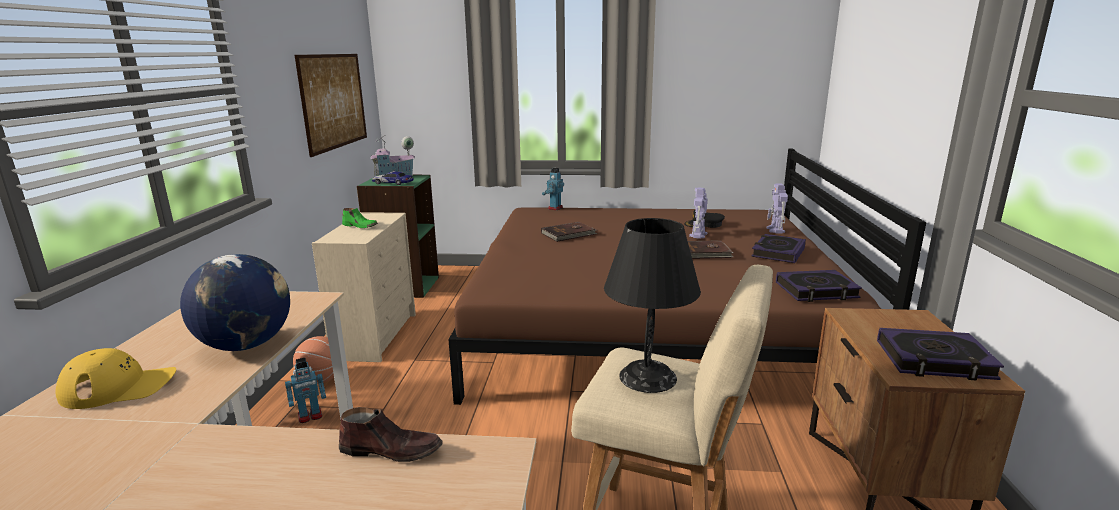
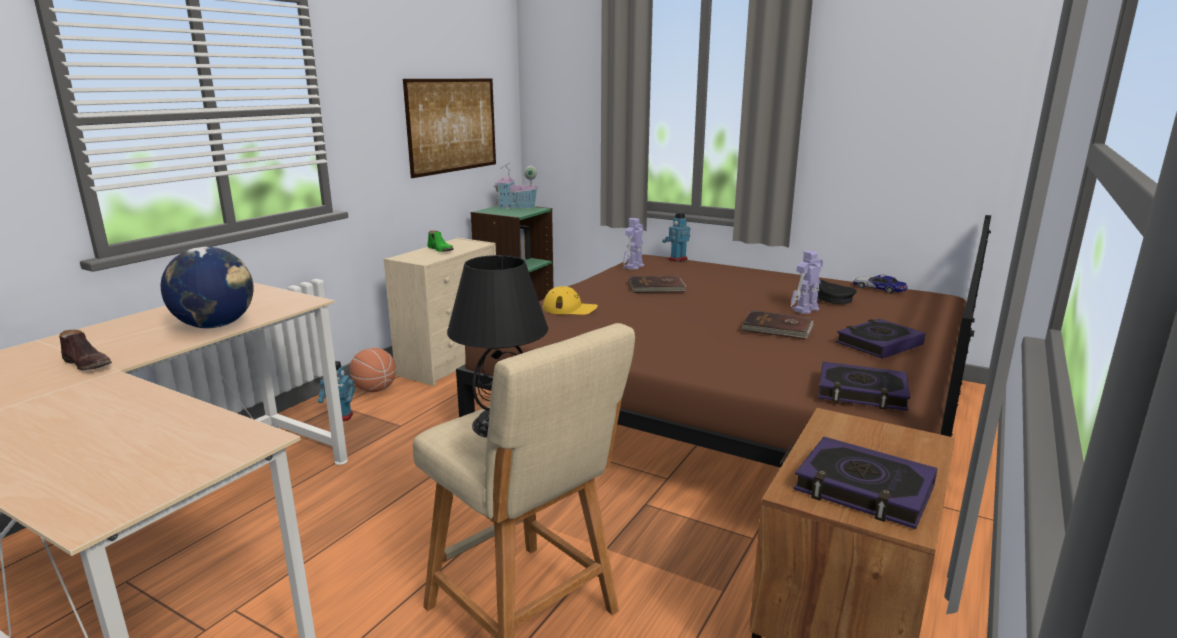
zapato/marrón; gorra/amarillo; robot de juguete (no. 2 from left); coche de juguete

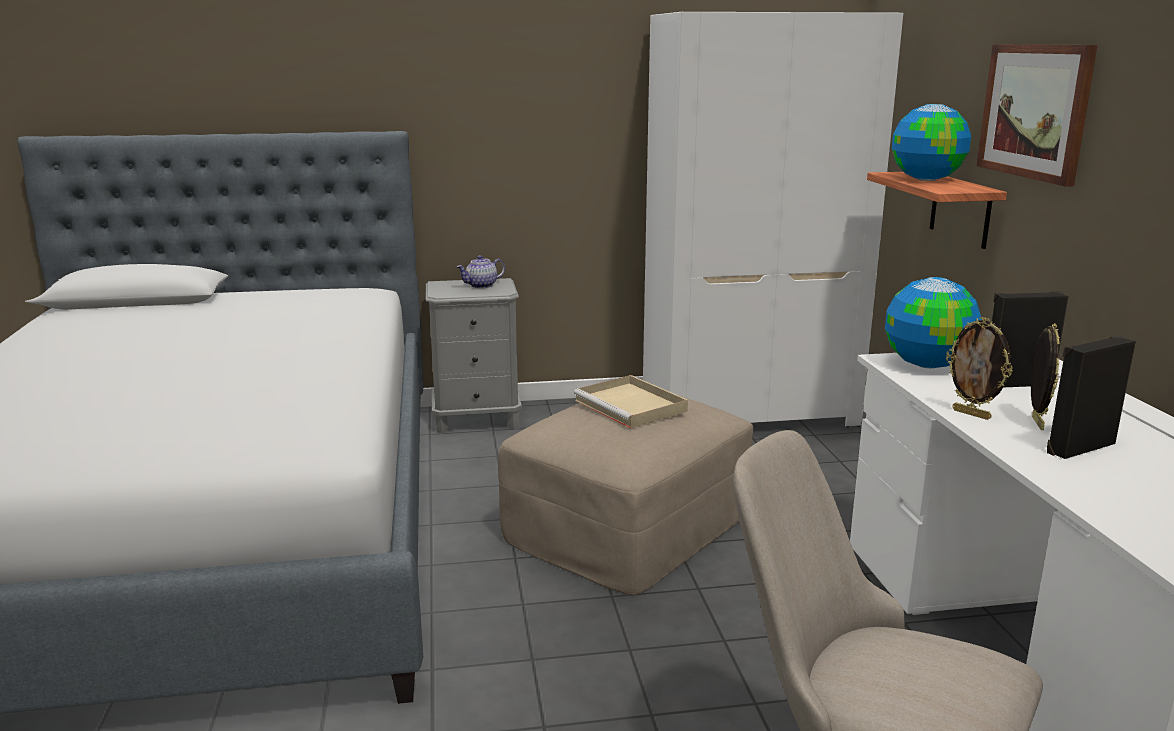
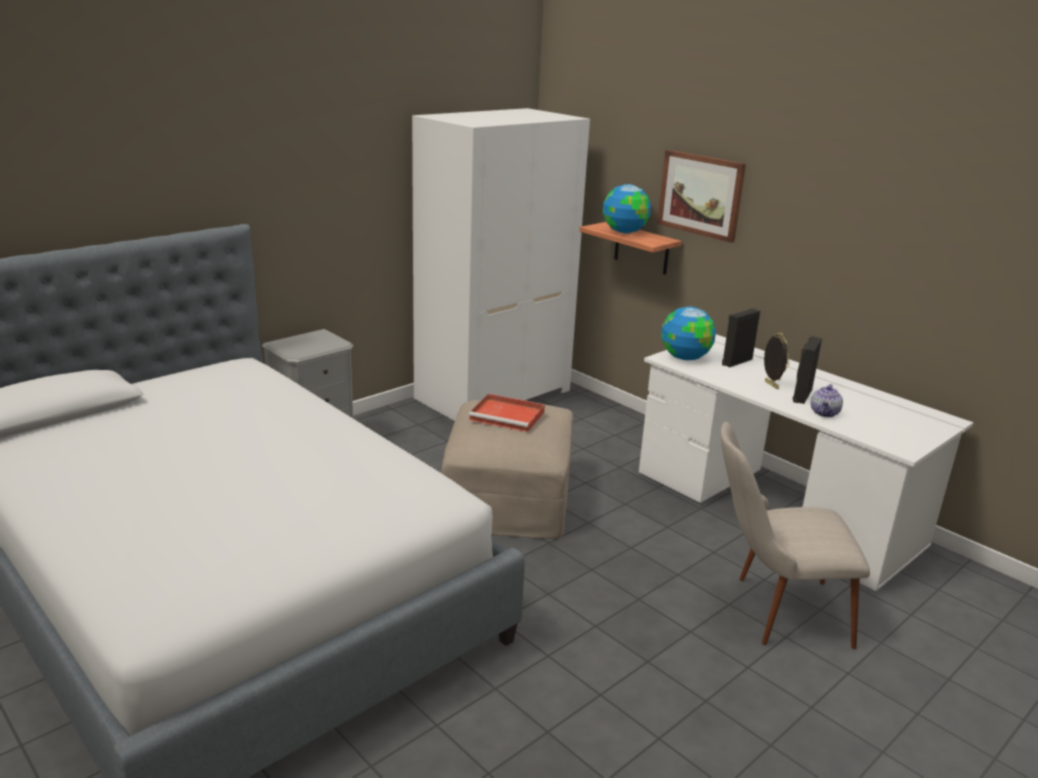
bandeja/rojo; tetera; portarretratos (no. 1 from left in the first image)

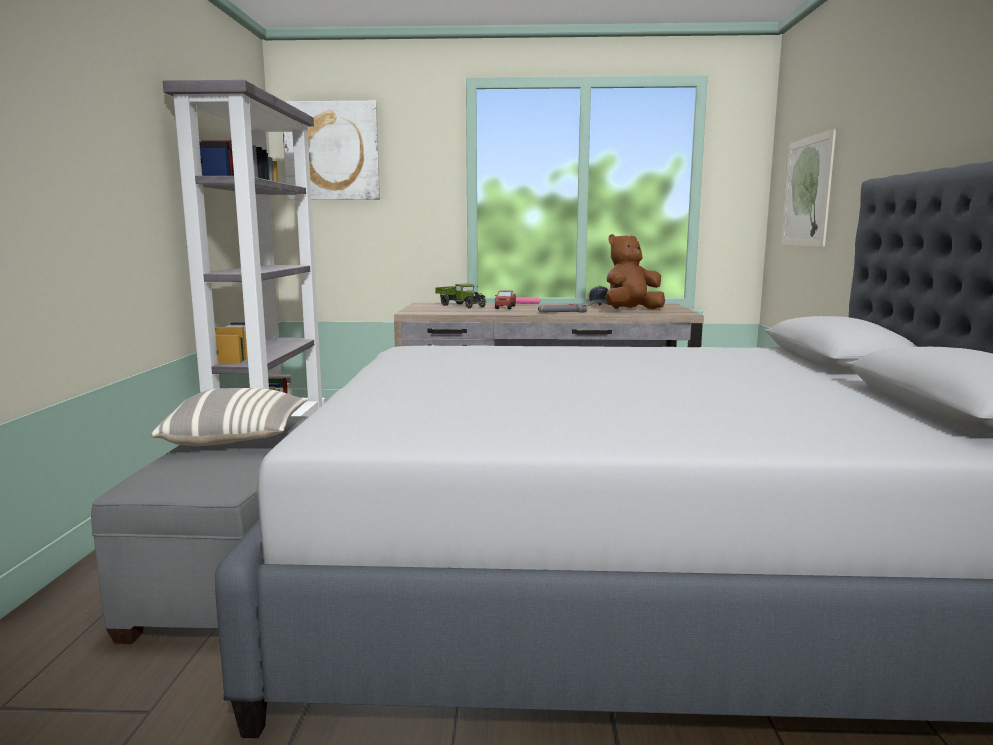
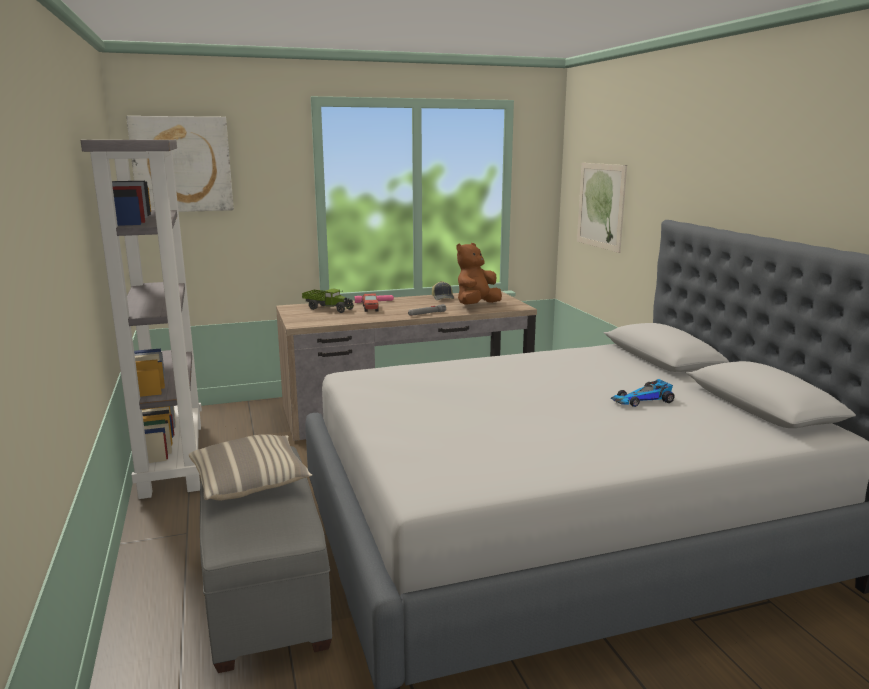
coche de juguete

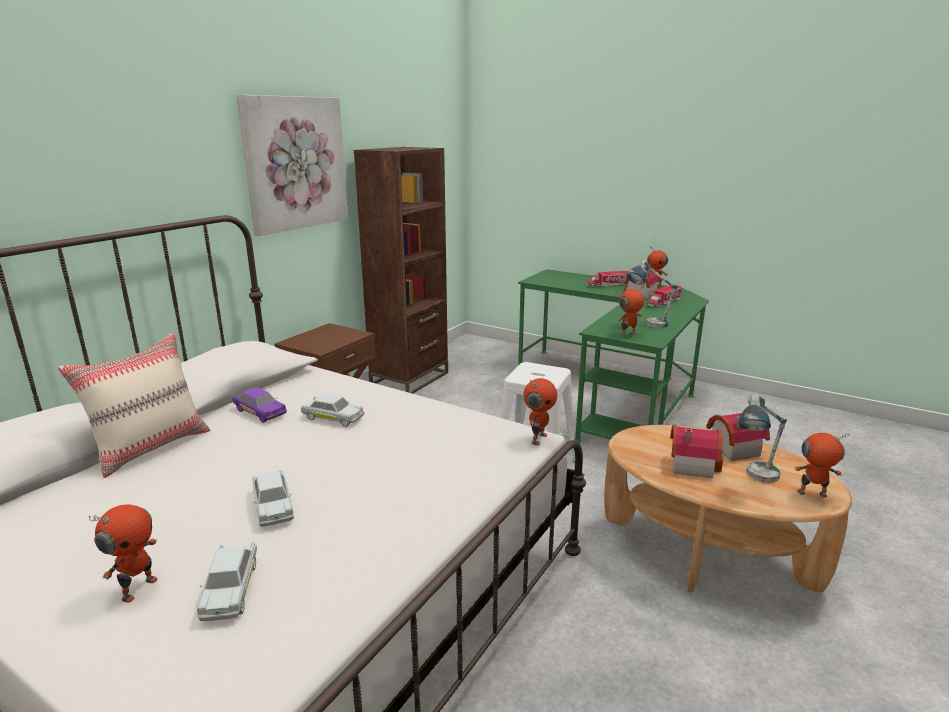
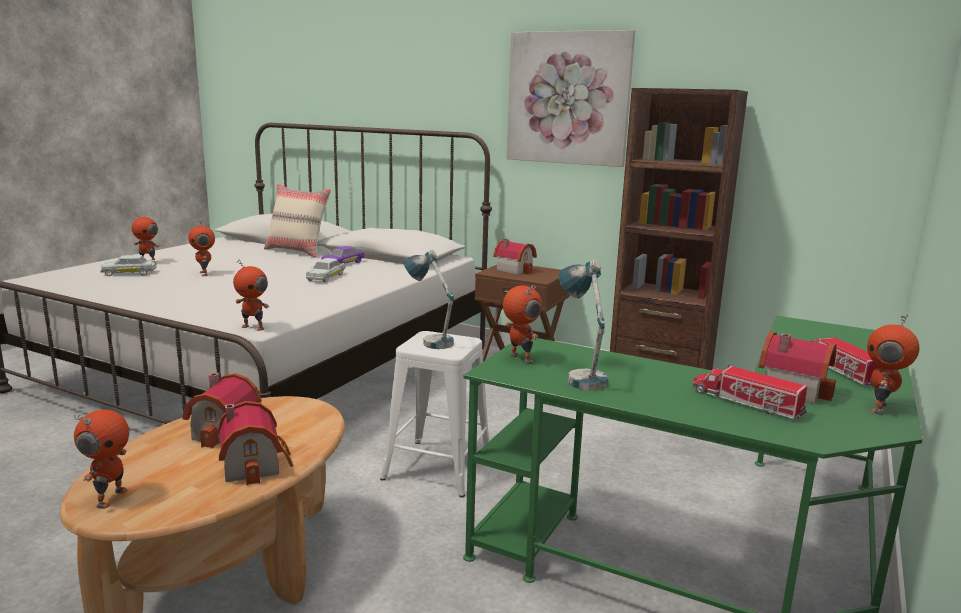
robot de juguete (no. 3 from left); lámpara de mesa (no. 1 from left); casita (no. 3 from left)

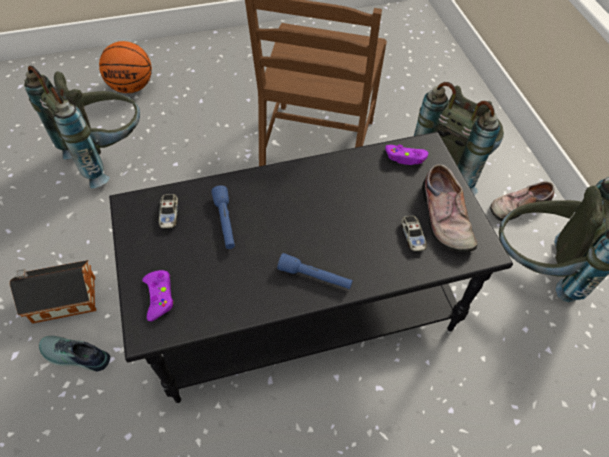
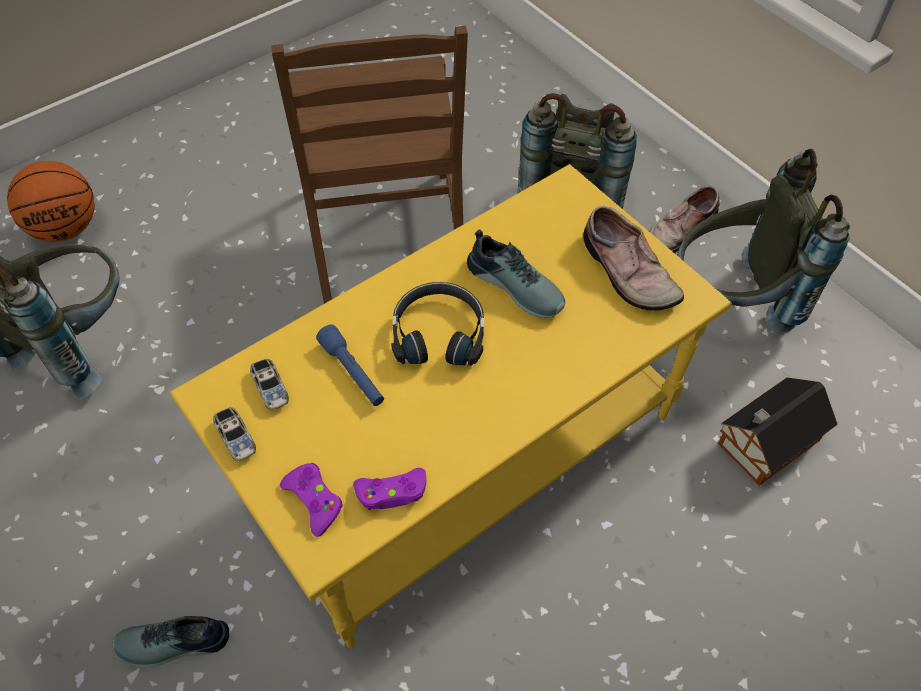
mesa de centro/amarillo; coche de juguete (no. 1 from left); mando de consola/morado (no. 2 from left); auriculares/negro; zapato (no. 2 from left); casita; linterna/azul (no. 2 from left in the first image)

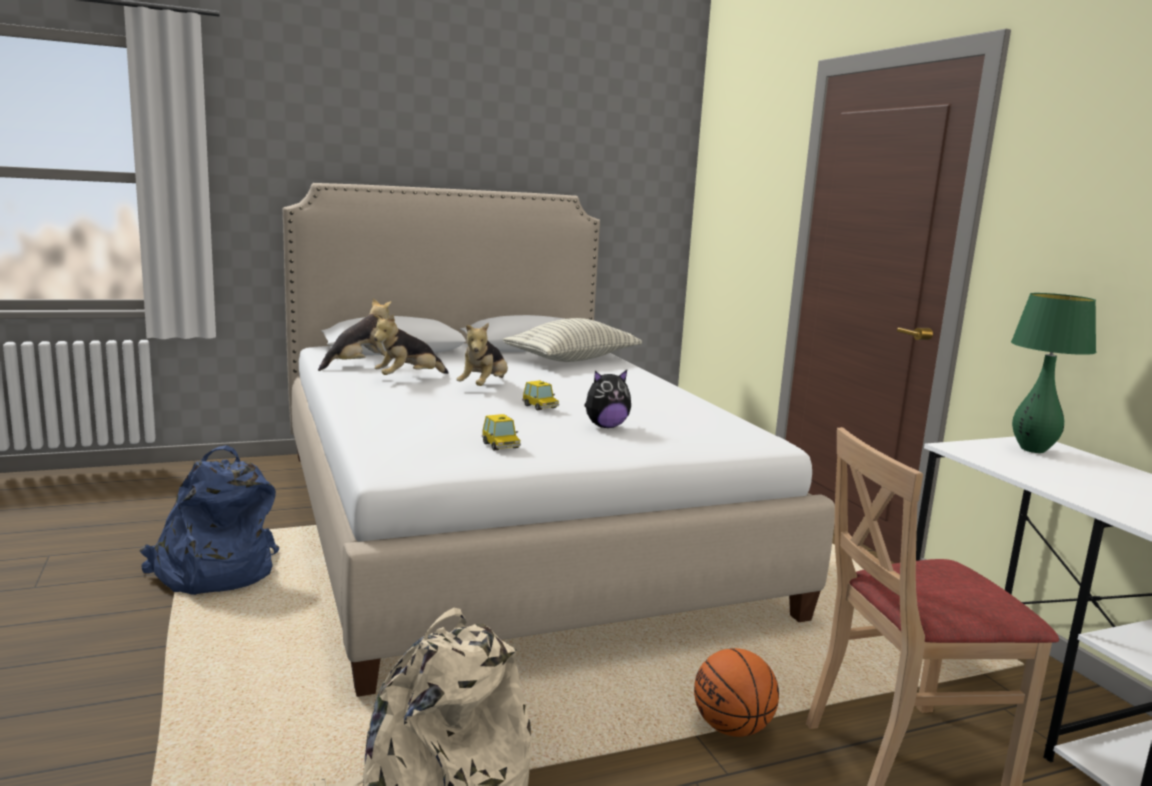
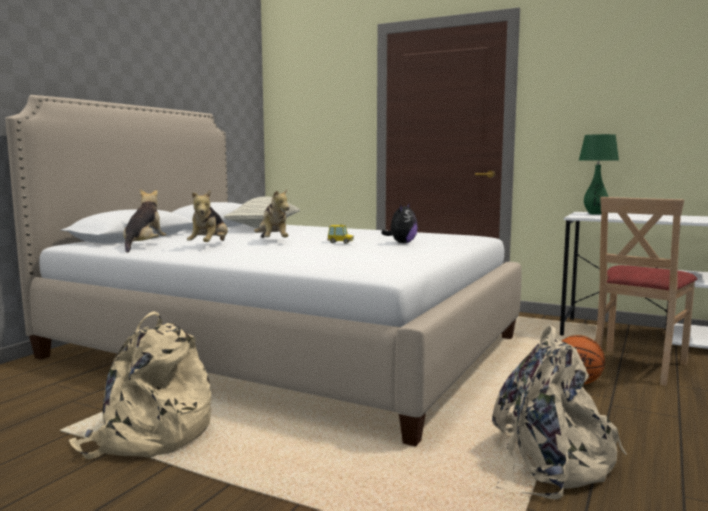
mochila/beis (no. 1 from left); coche de juguete (no. 1 from left in the first image)

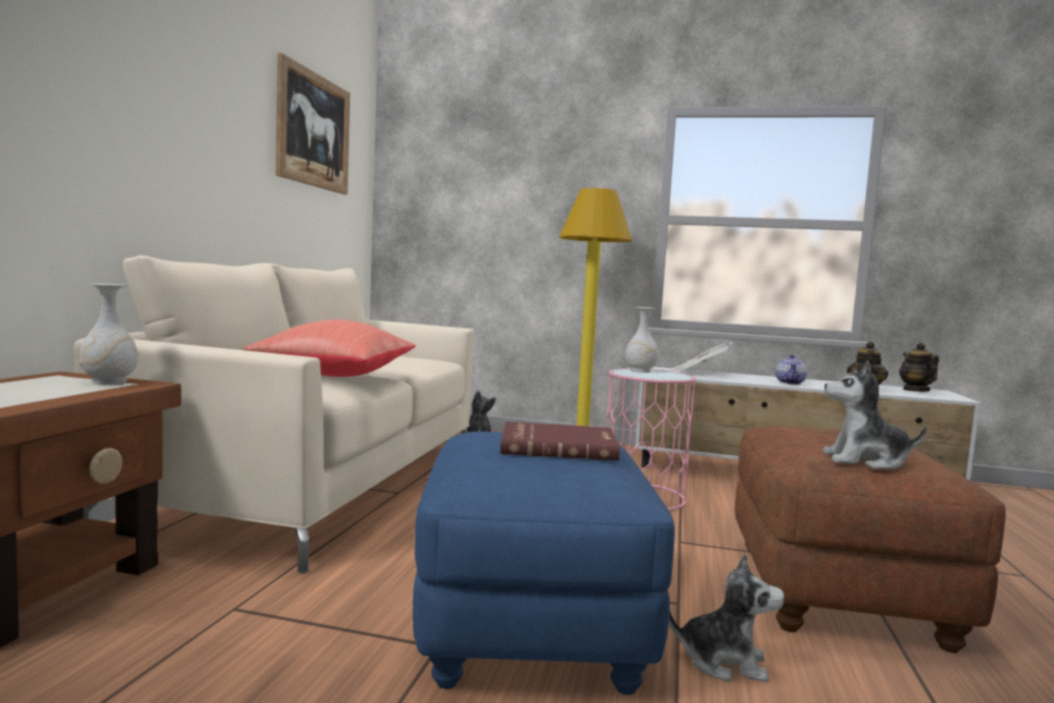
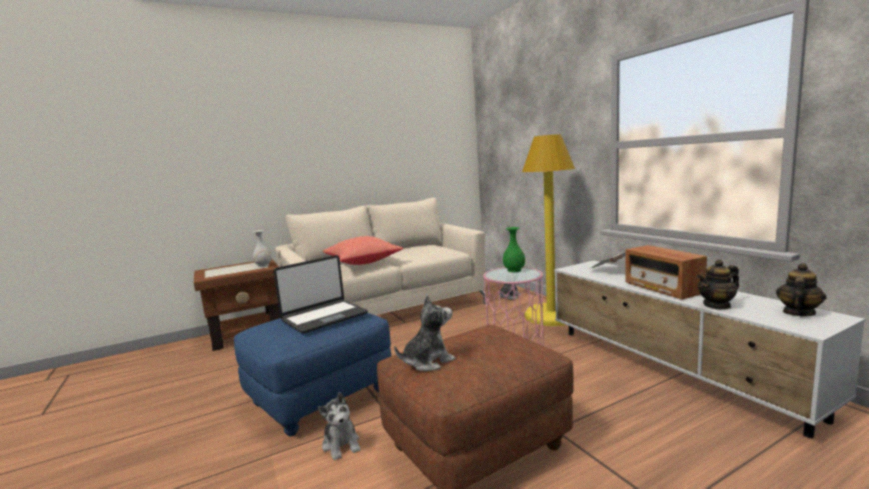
portátil; peluche (no. 2 from left); florero/verde; radio; cuadro

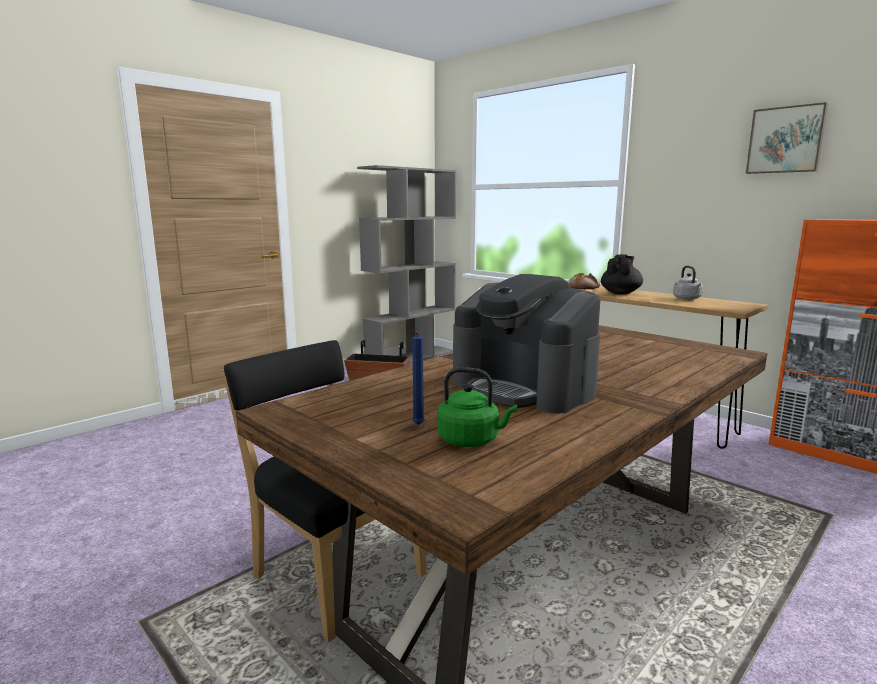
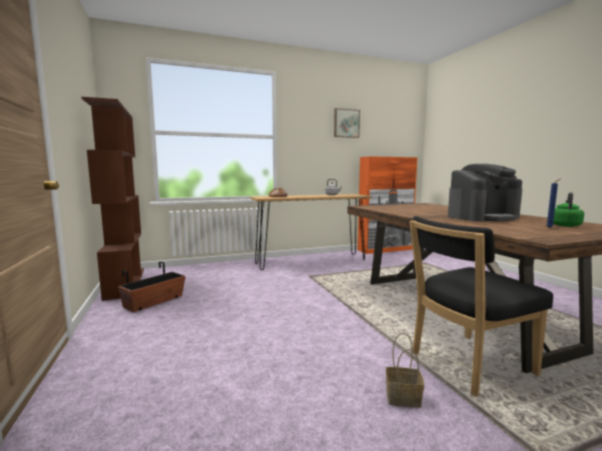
estantería/marrón; cesta; tetera/negro

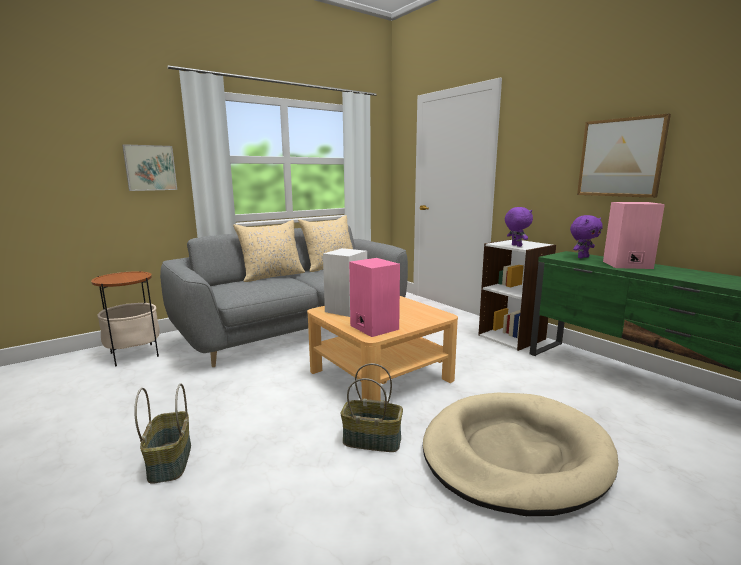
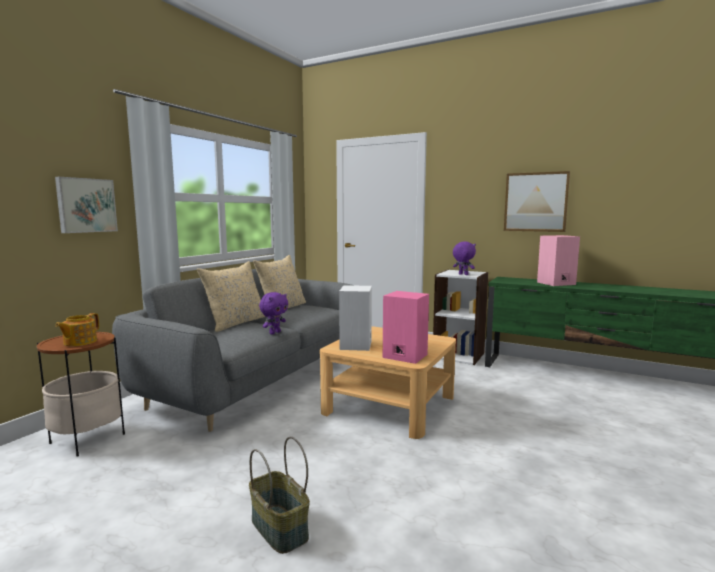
tetera; peluche/morado (no. 1 from left); cesta (no. 2 from left in the first image); cama para perro/beis

